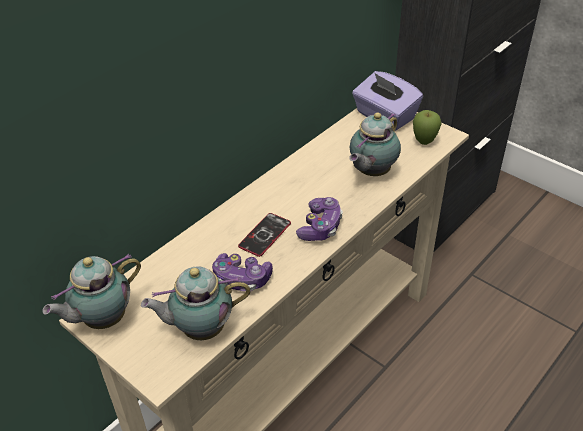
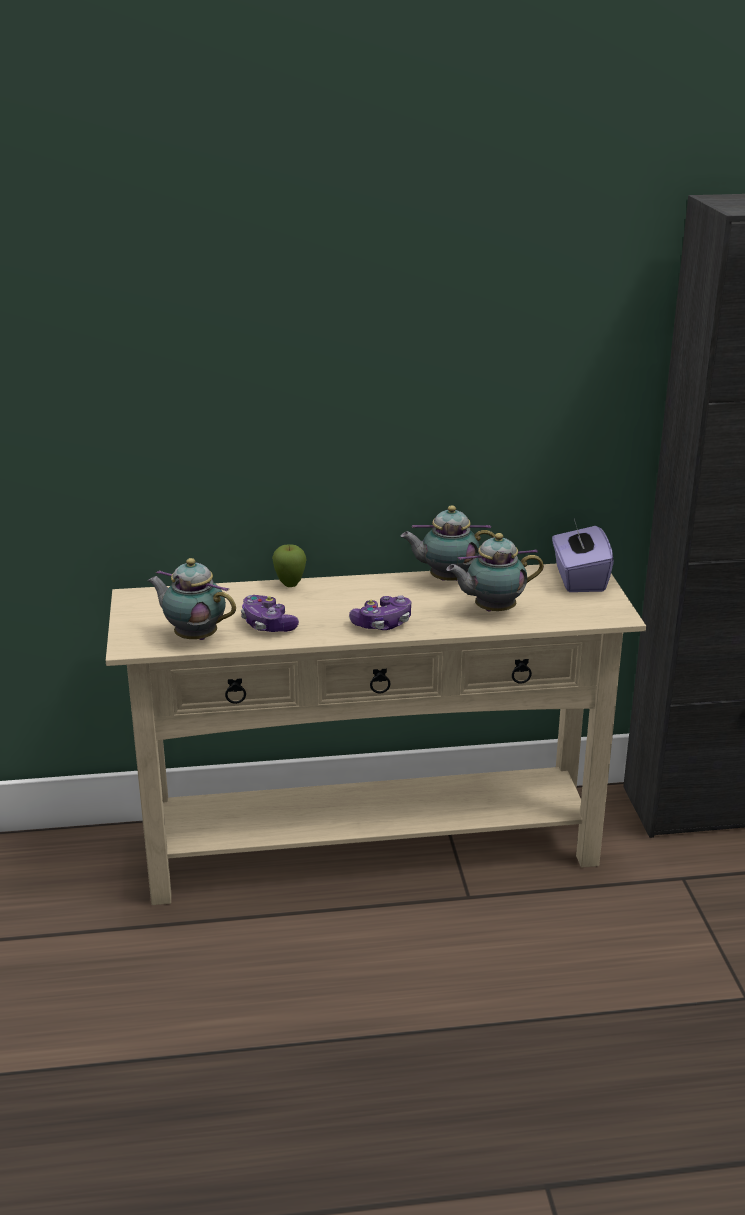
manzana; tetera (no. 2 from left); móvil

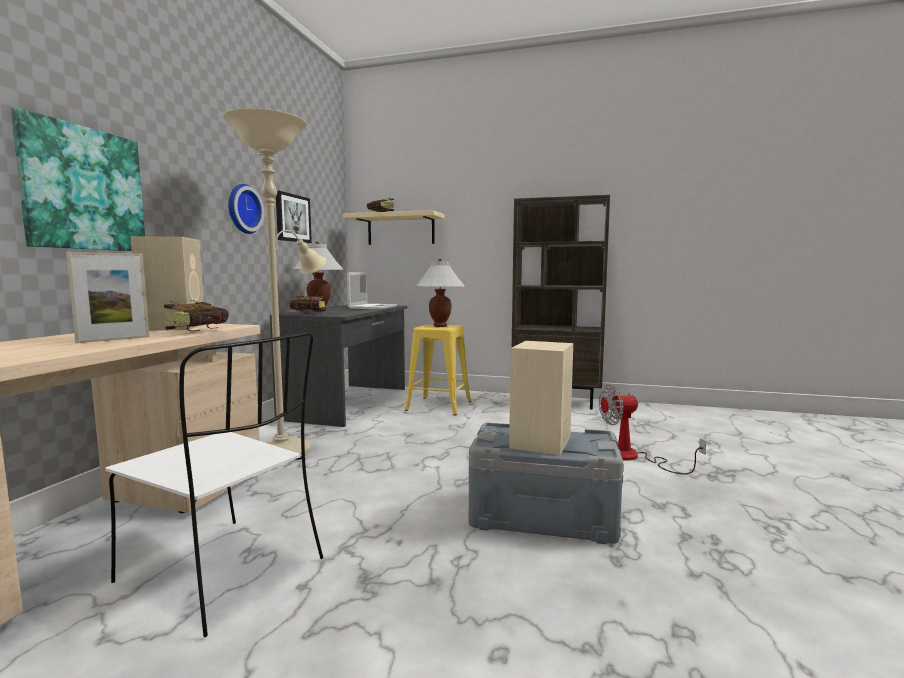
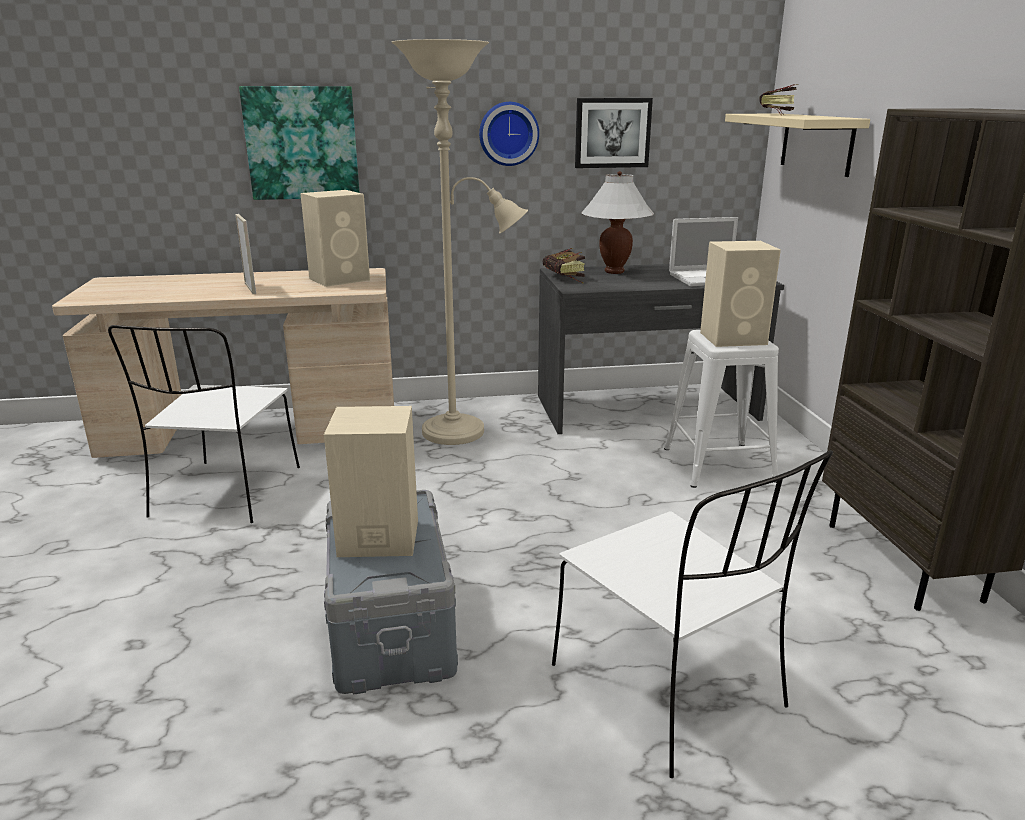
portarretratos; silla/blanco (no. 2 from left); taburete/blanco; altavoz/beis (no. 3 from left); libro (no. 1 from left in the first image)

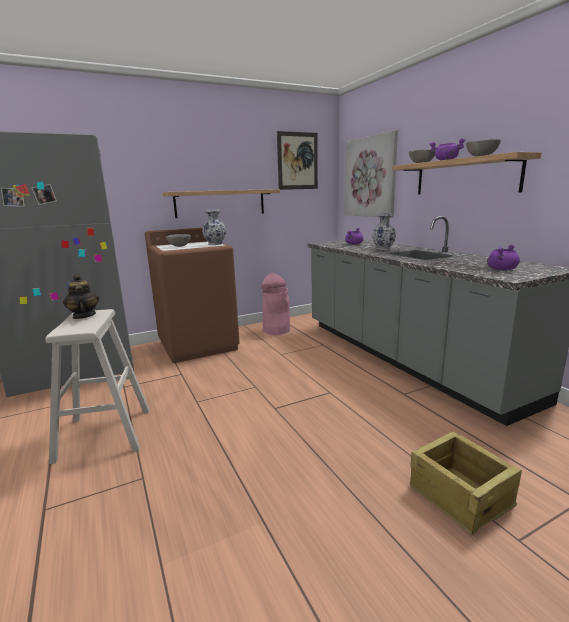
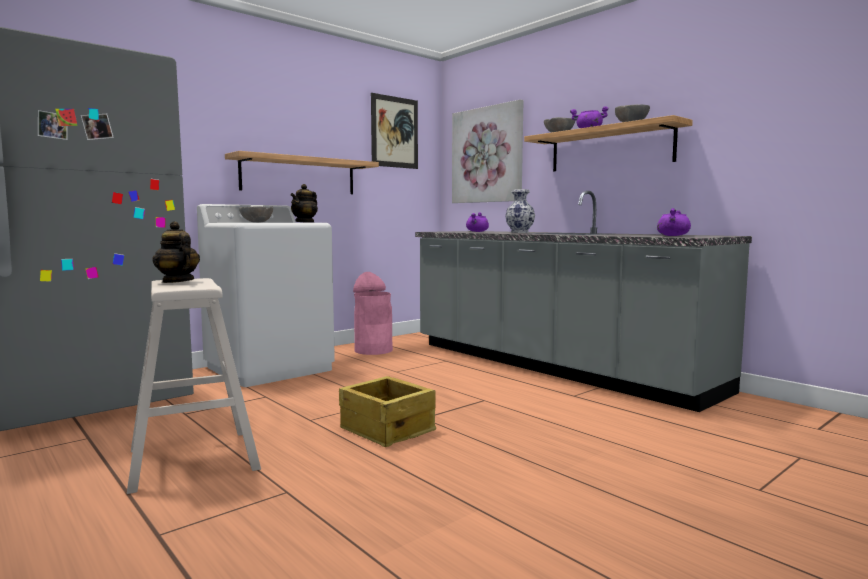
lavadora/blanco; tetera (no. 2 from left); caja de embalaje

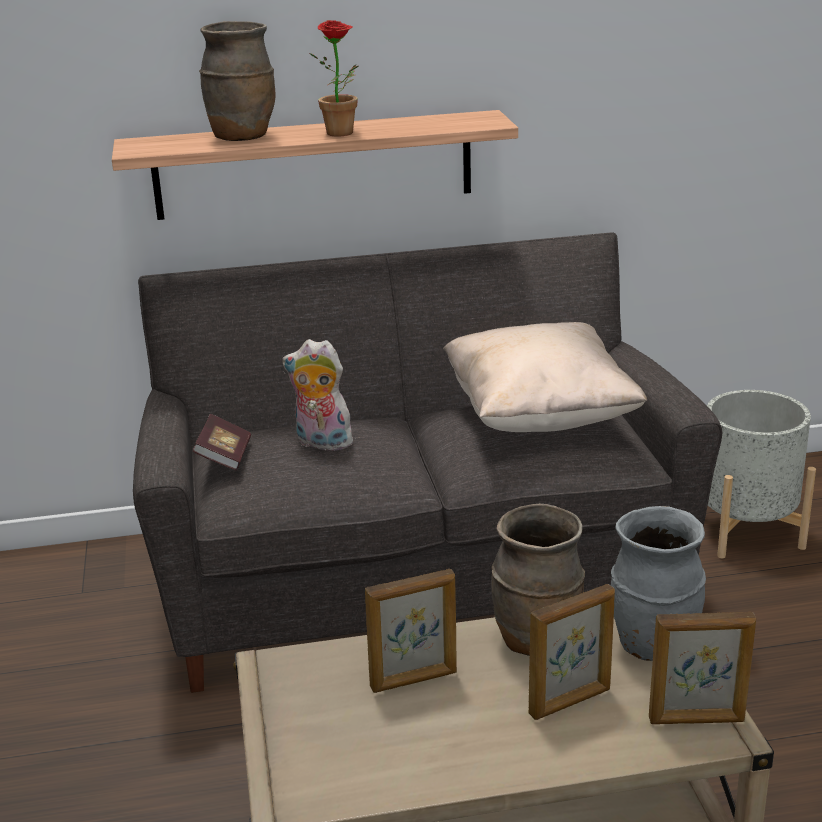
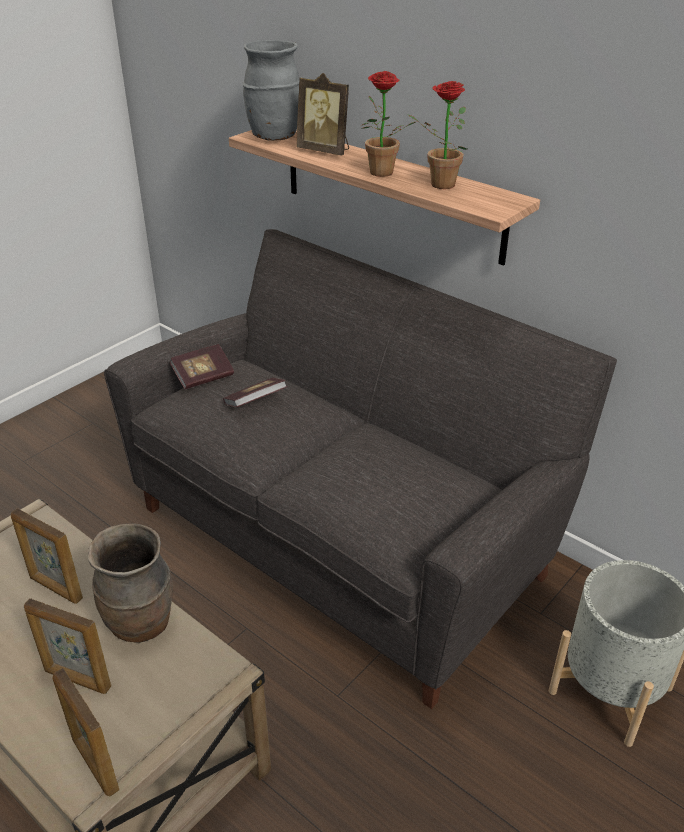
libro (no. 2 from left); florero/gris; portarretratos (no. 4 from left); planta en maceta (no. 2 from left); cojín/beis

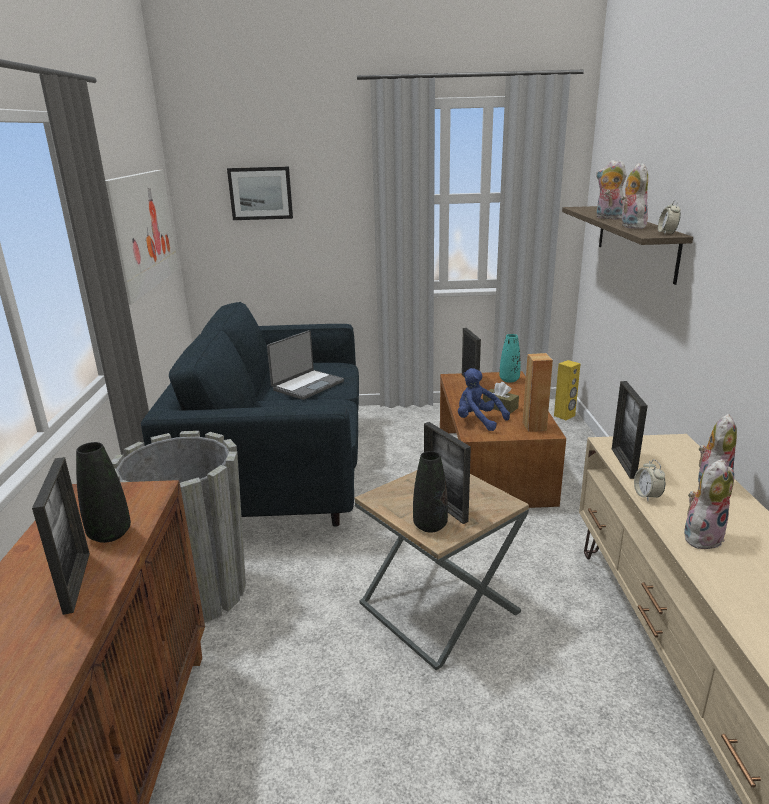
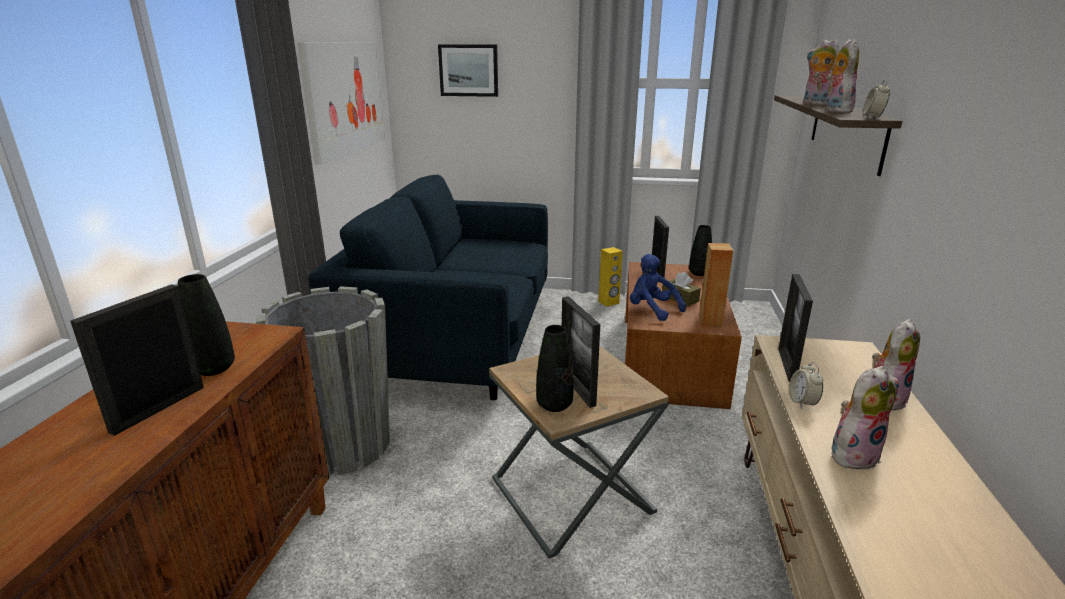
portarretratos (no. 1 from left); altavoz/amarillo; florero/negro (no. 3 from left); portátil

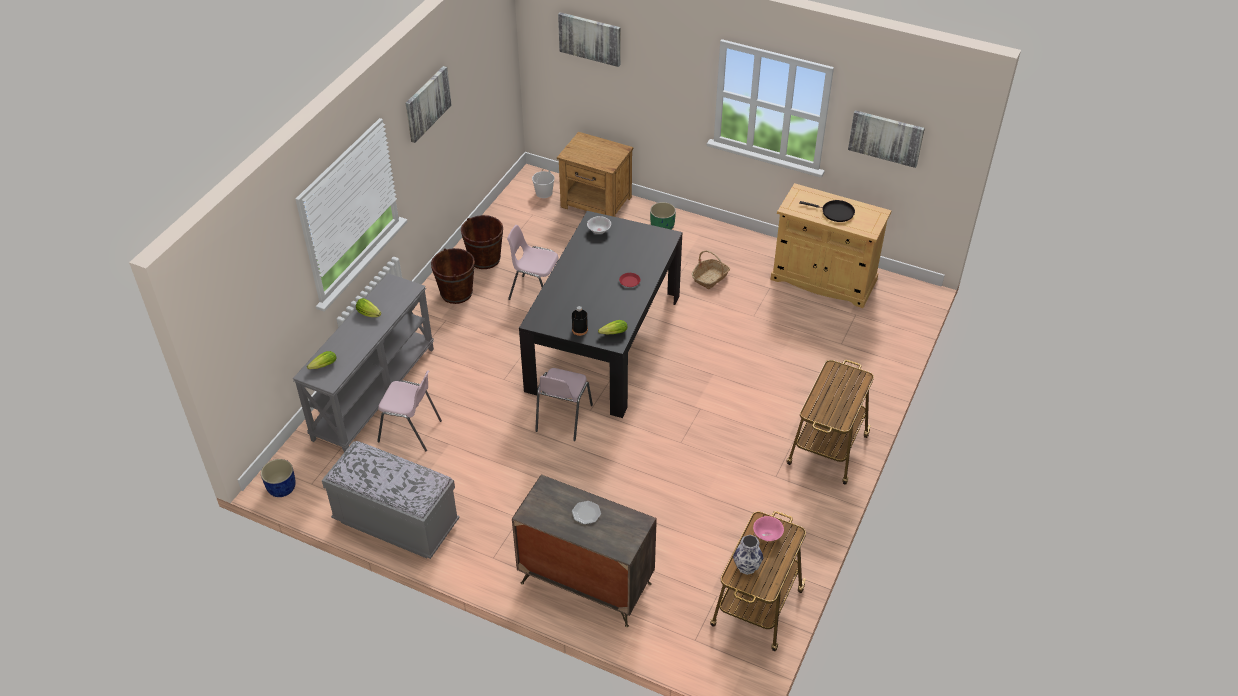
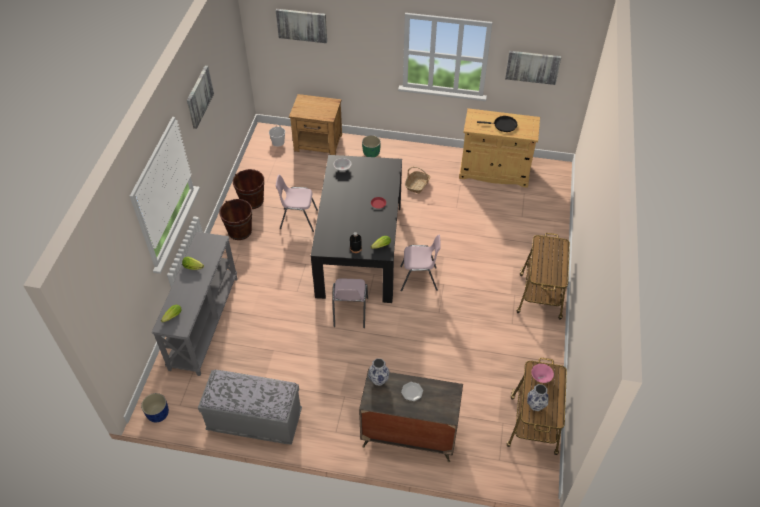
florero (no. 1 from left); silla/rosa (no. 3 from left)

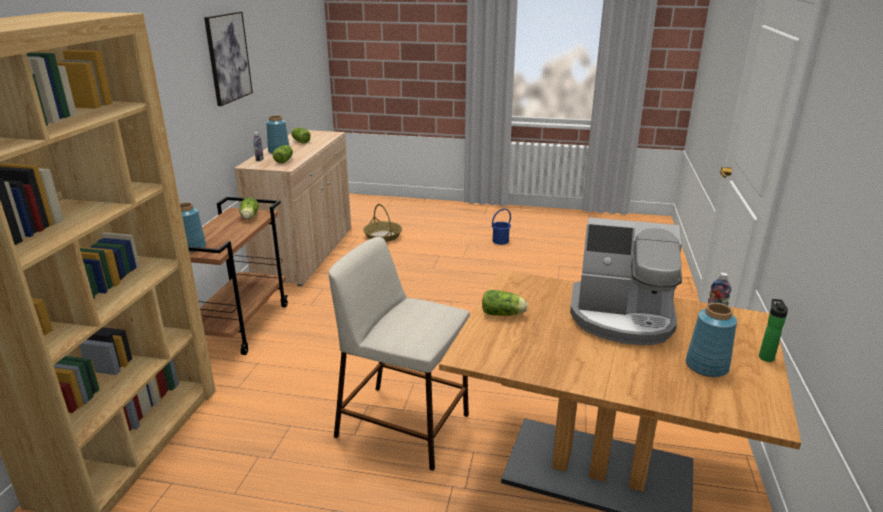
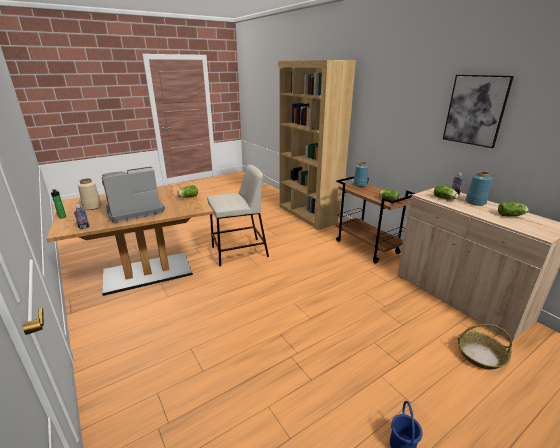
florero/beis

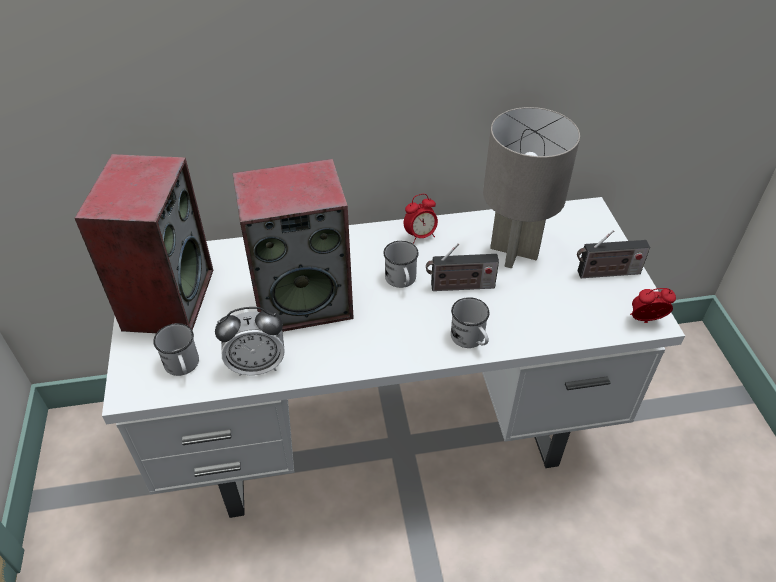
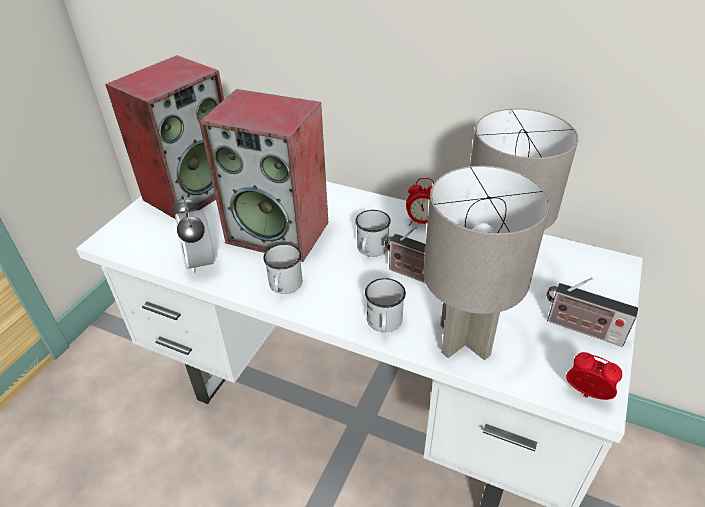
despertador (no. 1 from left); taza grande/blanco (no. 1 from left); lámpara de mesa/gris (no. 1 from left)

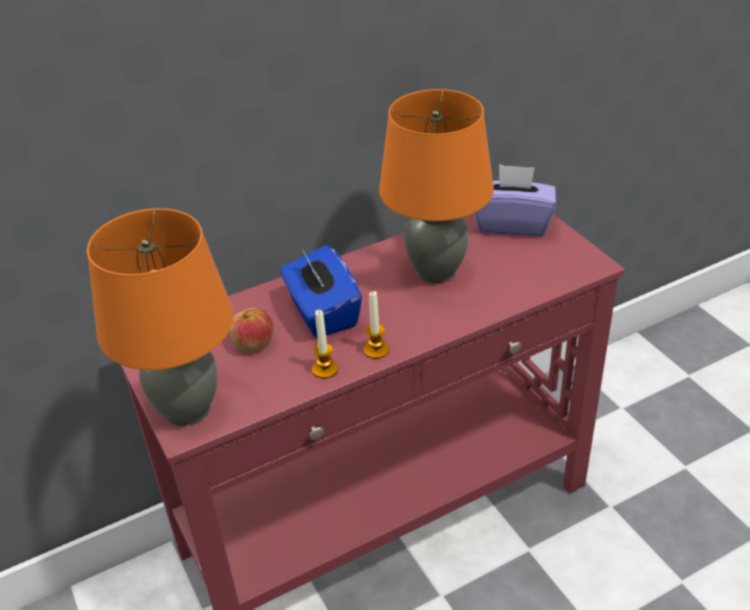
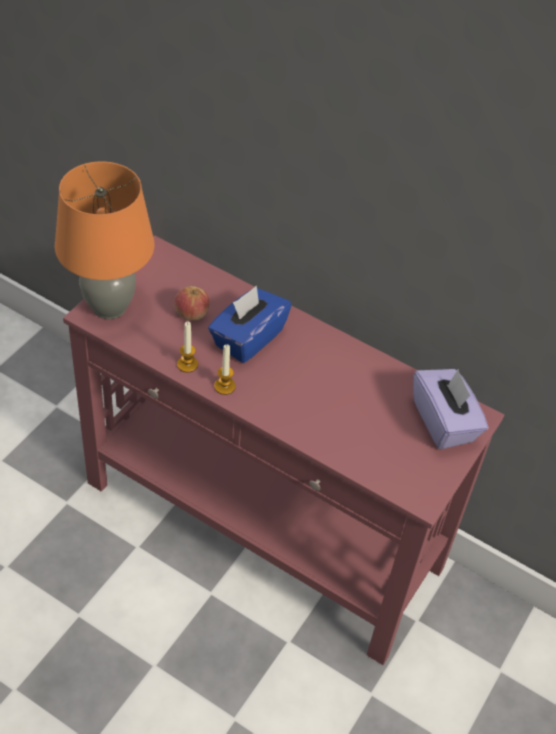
lámpara de mesa/naranja (no. 2 from left in the first image)

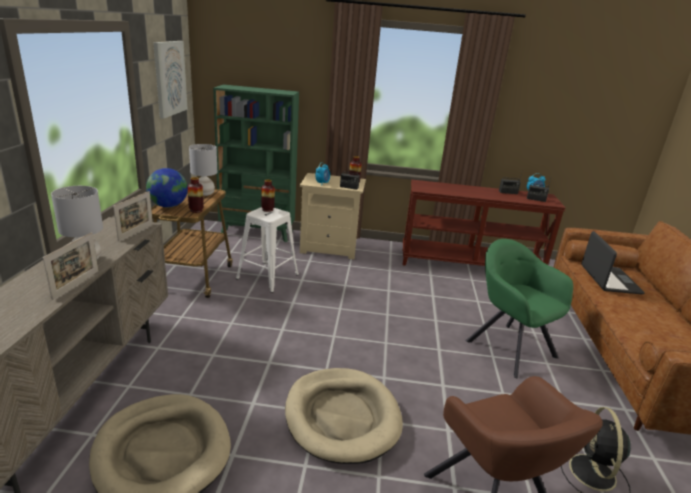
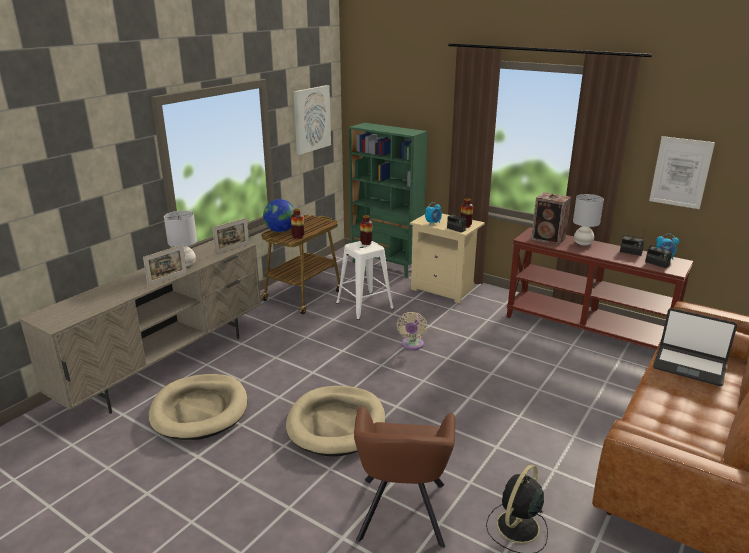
ventilador/beis; altavoz; lámpara de mesa/gris (no. 2 from left); cuadro (no. 2 from left); portátil; sillón/verde

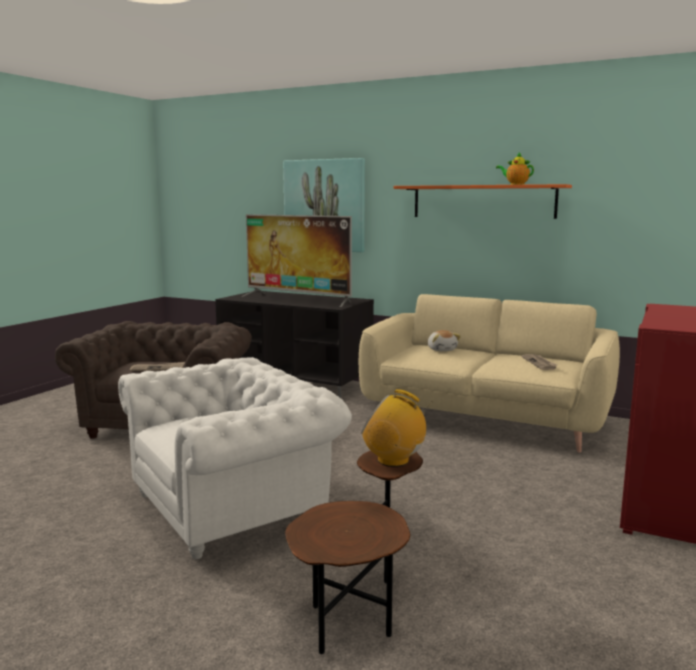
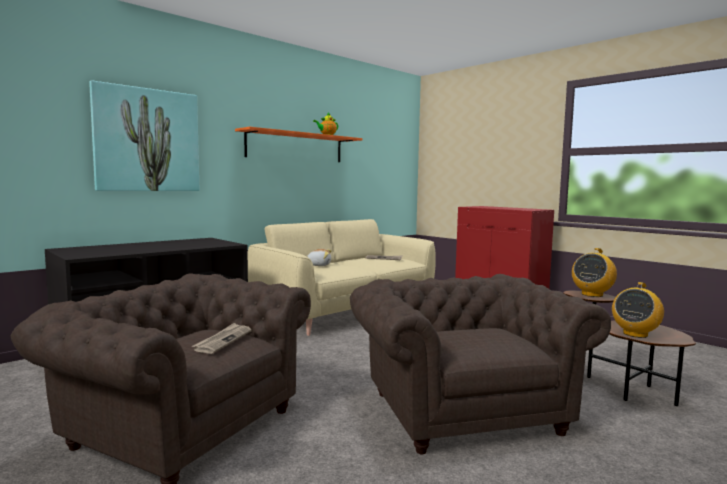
sillón/marrón (no. 2 from left); radio (no. 2 from left); televisor

